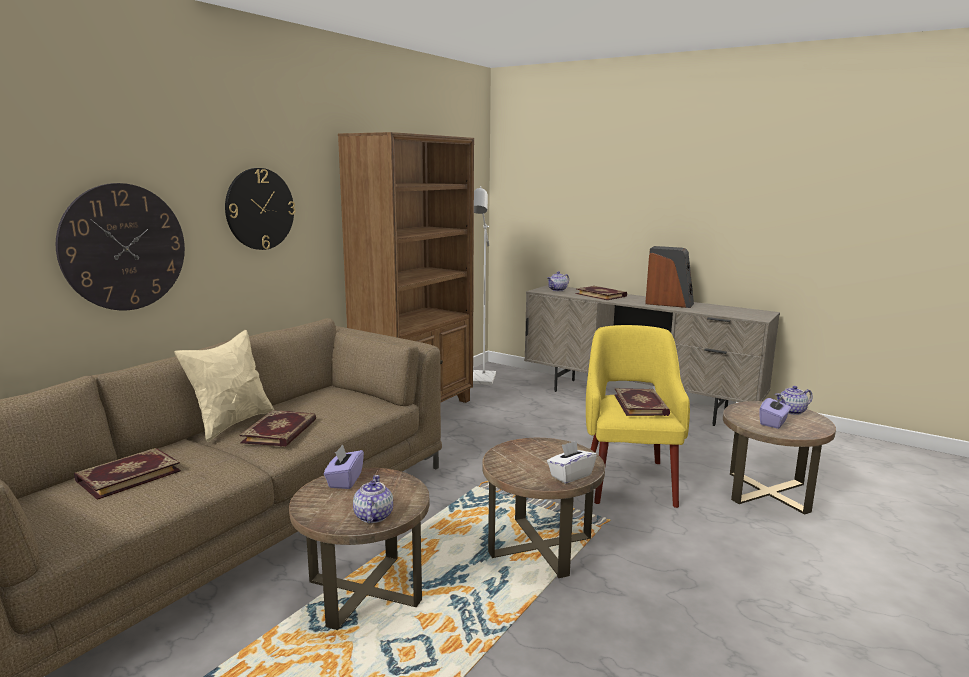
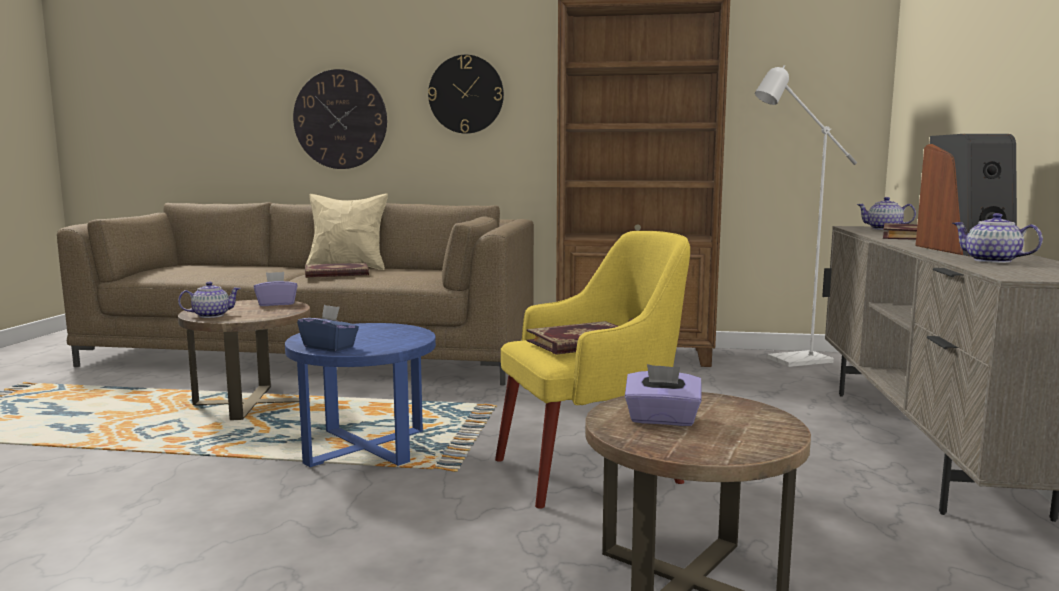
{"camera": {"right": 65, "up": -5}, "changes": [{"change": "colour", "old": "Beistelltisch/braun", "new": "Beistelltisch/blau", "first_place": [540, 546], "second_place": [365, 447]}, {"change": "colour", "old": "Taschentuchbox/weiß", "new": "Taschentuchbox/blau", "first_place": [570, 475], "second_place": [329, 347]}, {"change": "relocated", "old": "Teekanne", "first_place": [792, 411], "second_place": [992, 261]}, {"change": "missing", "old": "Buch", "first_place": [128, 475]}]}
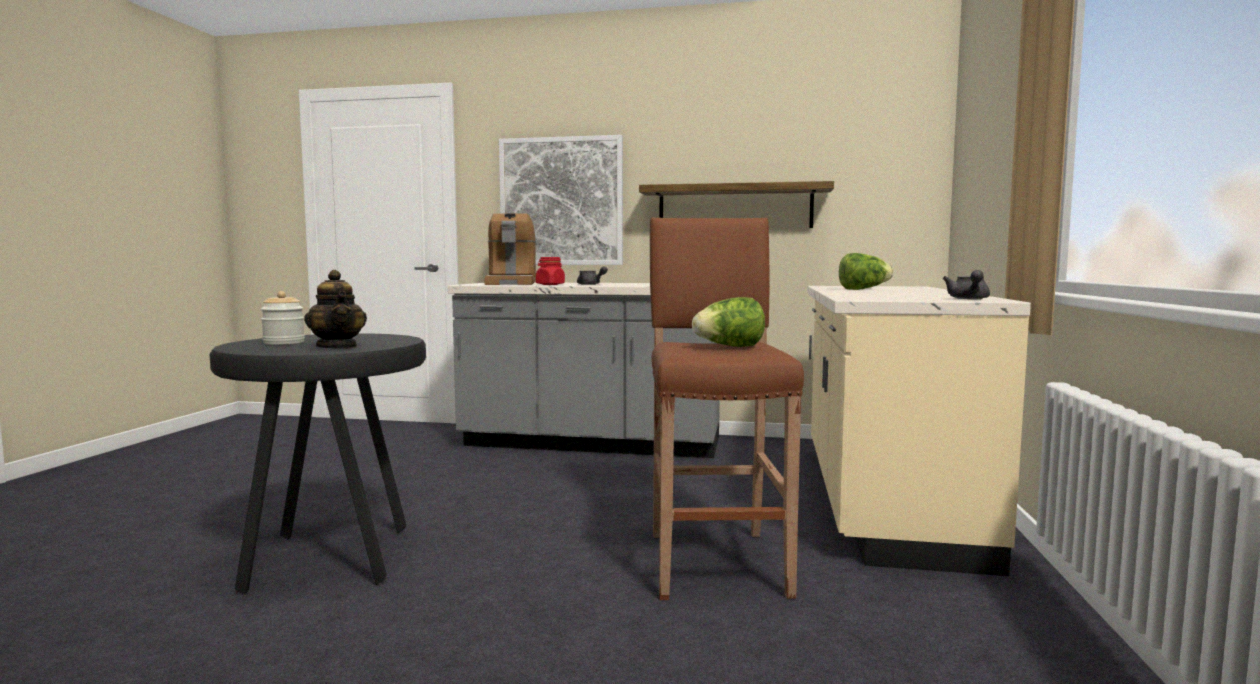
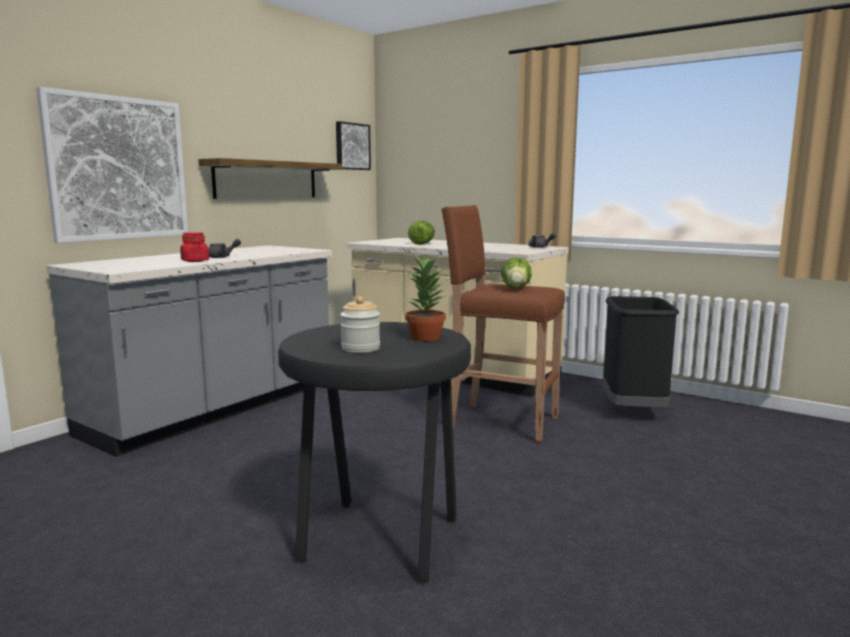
{"camera": {"right": -65, "up": 5}, "changes": [{"change": "appeared", "new": "Bild", "second_place": [351, 146]}, {"change": "exchanged", "old": "Teekanne", "new": "Topfpflanze", "first_place": [338, 347], "second_place": [425, 337]}, {"change": "appeared", "new": "Mülleimer/schwarz", "second_place": [633, 410]}, {"change": "missing", "old": "Kaffeemaschine", "first_place": [512, 283]}]}
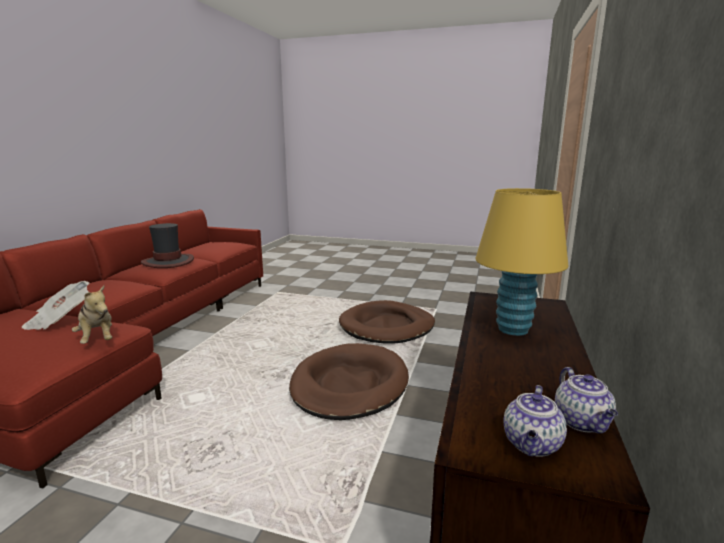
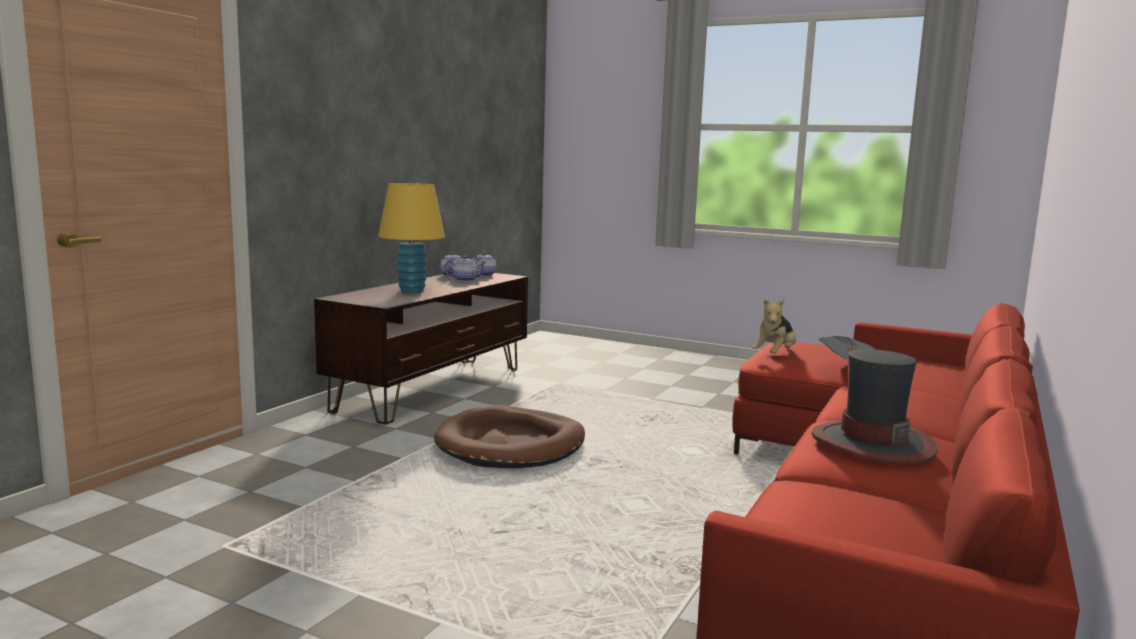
{"camera": {"right": -170, "up": -5}, "changes": [{"change": "appeared", "new": "Teekanne", "second_place": [465, 280]}, {"change": "spun", "old": "Plüschtier", "first_place": [98, 339], "second_place": [775, 355], "degrees": -120}, {"change": "missing", "old": "Hundebett/braun", "first_place": [387, 326]}]}
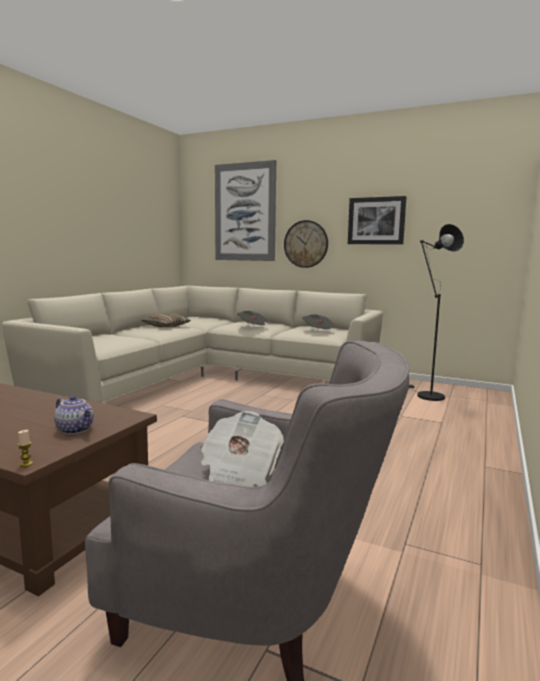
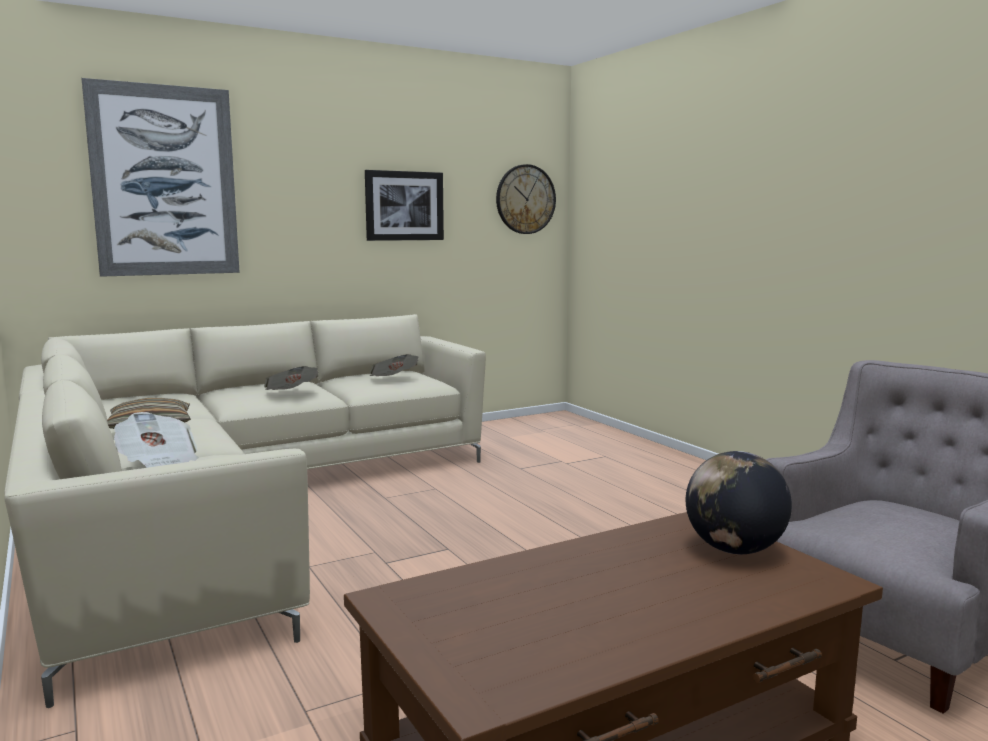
{"camera": {"right": -55, "up": 0}, "changes": [{"change": "relocated", "old": "Zeitung", "first_place": [239, 473], "second_place": [158, 463]}, {"change": "relocated", "old": "Wanduhr", "first_place": [306, 244], "second_place": [525, 199]}, {"change": "exchanged", "old": "Teekanne", "new": "Globus", "first_place": [76, 429], "second_place": [734, 550]}, {"change": "missing", "old": "Kerze", "first_place": [26, 464]}, {"change": "missing", "old": "Stehlampe/schwarz", "first_place": [426, 395]}]}
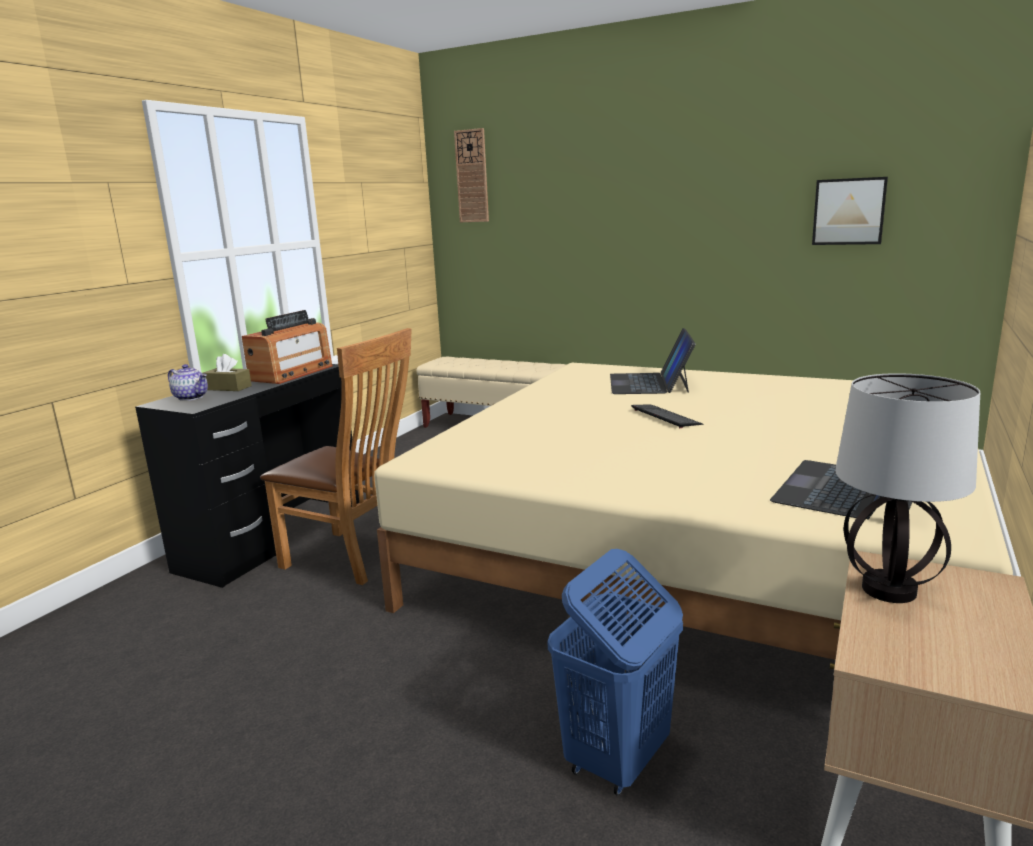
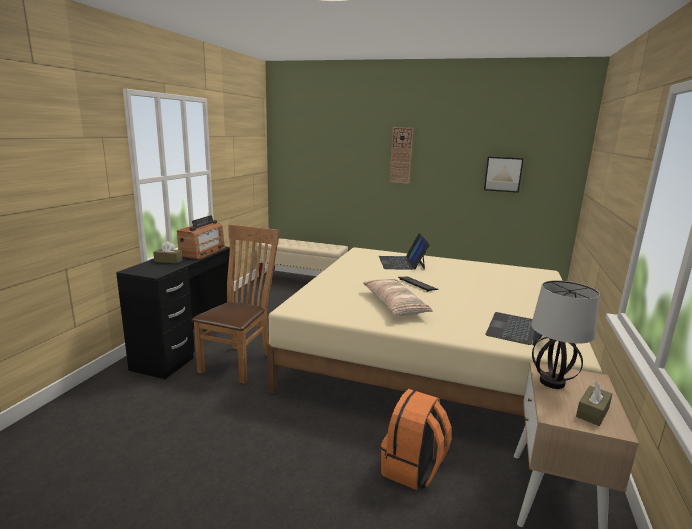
{"camera": {"right": -10, "up": 0}, "changes": [{"change": "spun", "old": "Stuhl/braun", "first_place": [353, 559], "second_place": [240, 361], "degrees": -90}, {"change": "appeared", "new": "Kissen", "second_place": [394, 305]}, {"change": "exchanged", "old": "Wäschekorb/blau", "new": "Rucksack/orange", "first_place": [616, 759], "second_place": [413, 469]}, {"change": "relocated", "old": "Wanduhr", "first_place": [472, 176], "second_place": [401, 155]}, {"change": "appeared", "new": "Taschentuchbox/braun", "second_place": [592, 412]}, {"change": "missing", "old": "Teekanne", "first_place": [192, 397]}]}
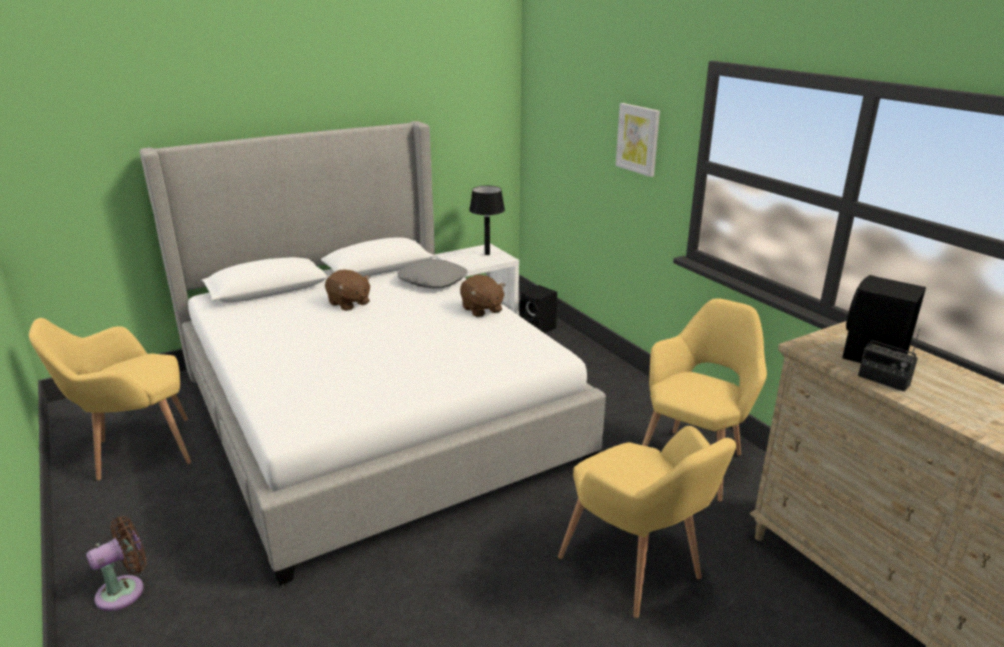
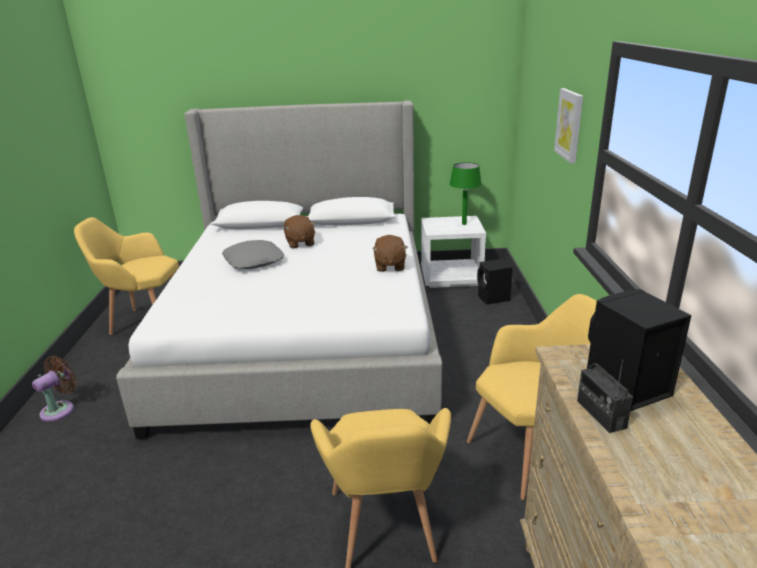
{"camera": {"right": 30, "up": 0}, "changes": [{"change": "spun", "old": "Ventilator/braun", "first_place": [125, 591], "second_place": [60, 409], "degrees": -45}, {"change": "relocated", "old": "Kissen/grau", "first_place": [433, 280], "second_place": [254, 261]}, {"change": "colour", "old": "Tischlampe/schwarz", "new": "Tischlampe/grün", "first_place": [487, 254], "second_place": [464, 224]}]}
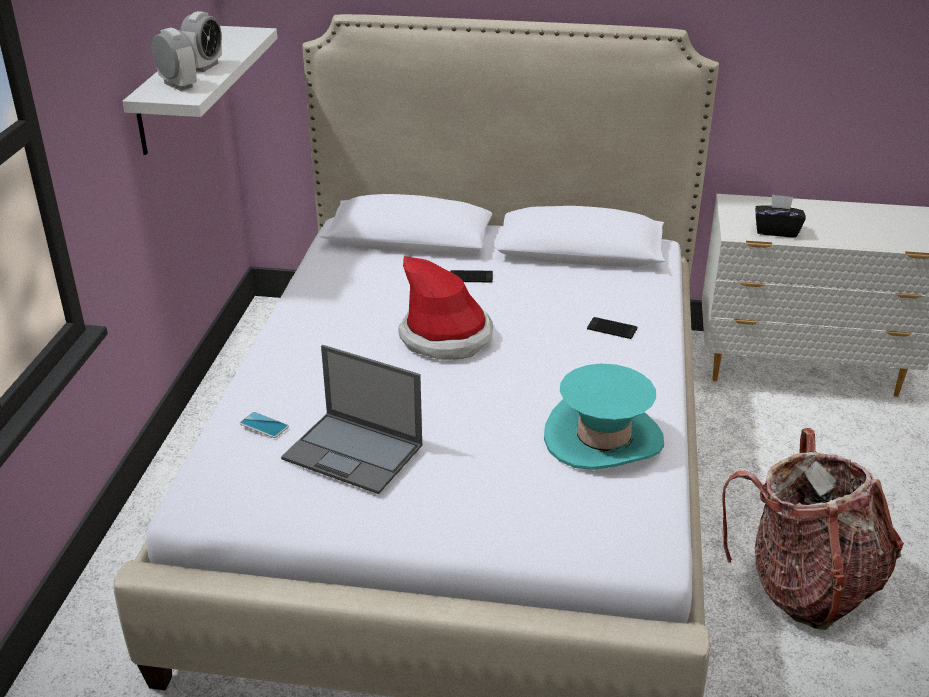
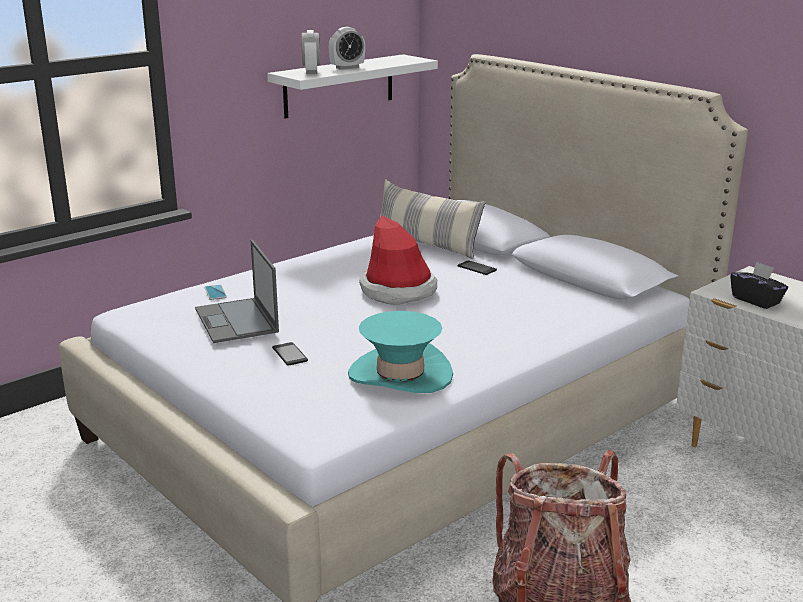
{"camera": {"right": 40, "up": -10}, "changes": [{"change": "relocated", "old": "Handy", "first_place": [612, 329], "second_place": [289, 354]}, {"change": "appeared", "new": "Kissen", "second_place": [426, 244]}]}
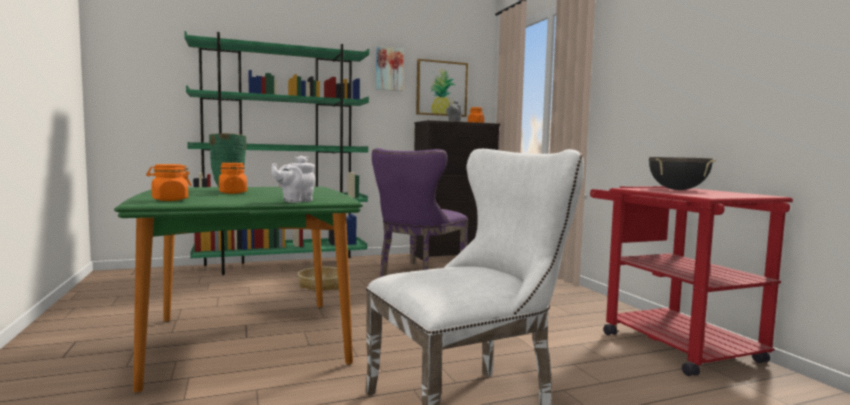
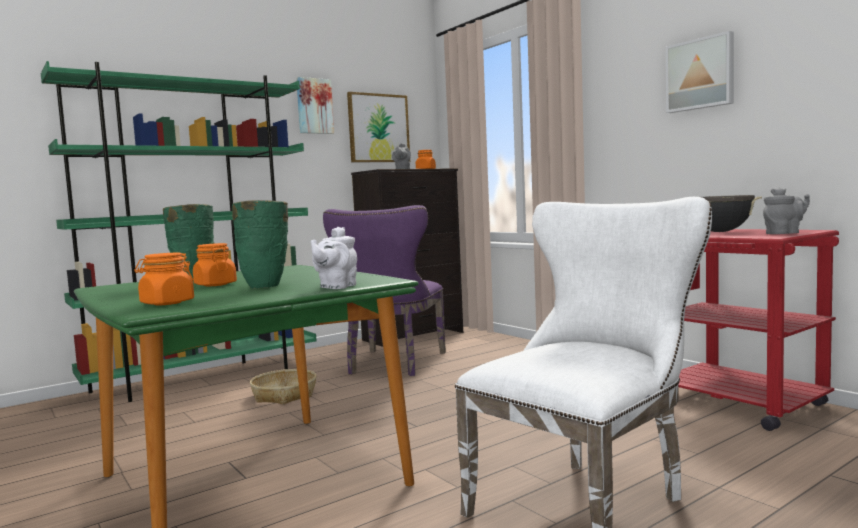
{"camera": {"right": -15, "up": 0}, "changes": [{"change": "appeared", "new": "Vase/grün", "second_place": [266, 287]}, {"change": "appeared", "new": "Bild", "second_place": [700, 74]}, {"change": "appeared", "new": "Teekanne/grau", "second_place": [784, 233]}]}
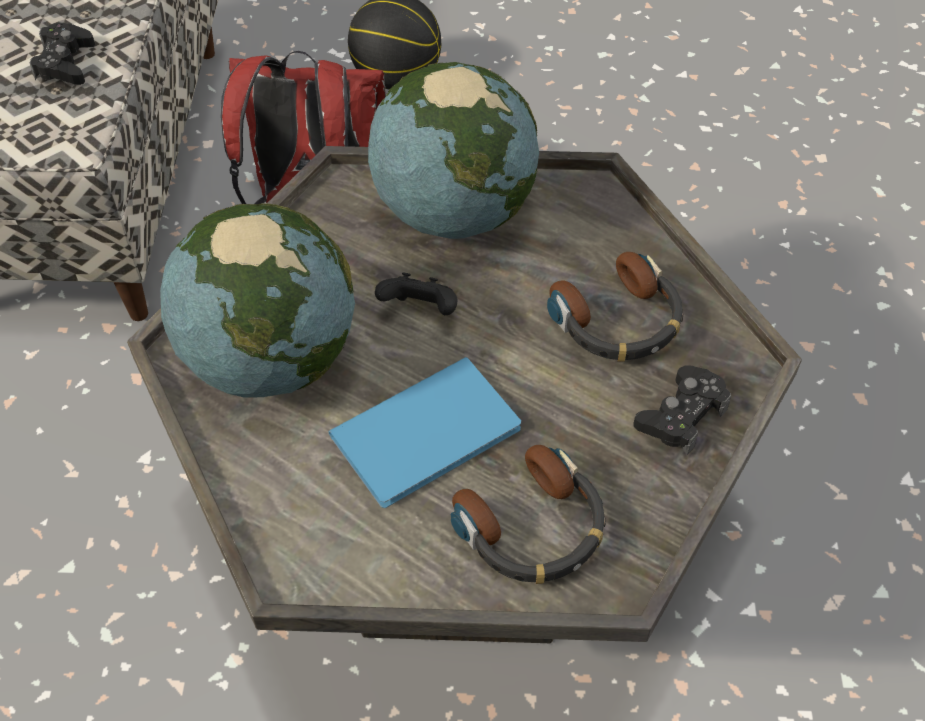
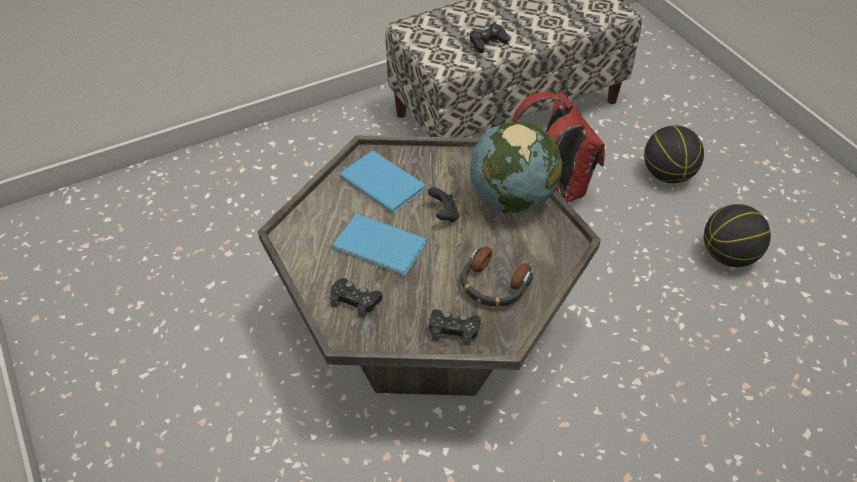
{"camera": {"right": 60, "up": -5}, "changes": [{"change": "exchanged", "old": "Kopfhörer", "new": "Gamepad/schwarz", "first_place": [533, 528], "second_place": [355, 301]}, {"change": "exchanged", "old": "Globus", "new": "Buch/blau", "first_place": [270, 359], "second_place": [382, 181]}, {"change": "appeared", "new": "Basketball", "second_place": [729, 256]}]}
